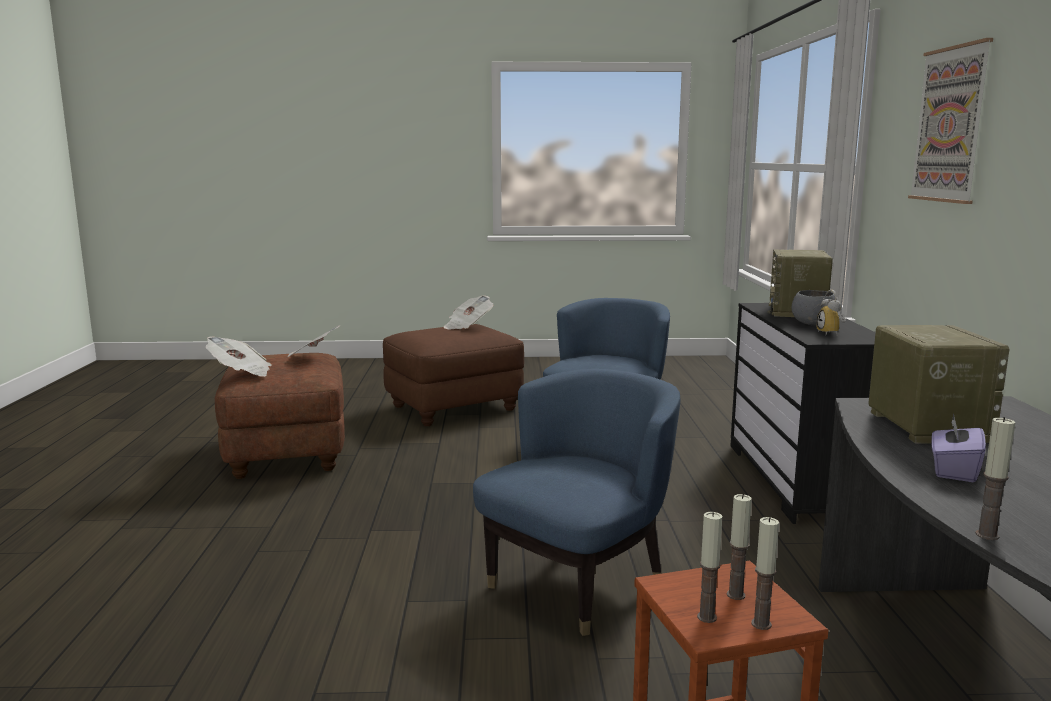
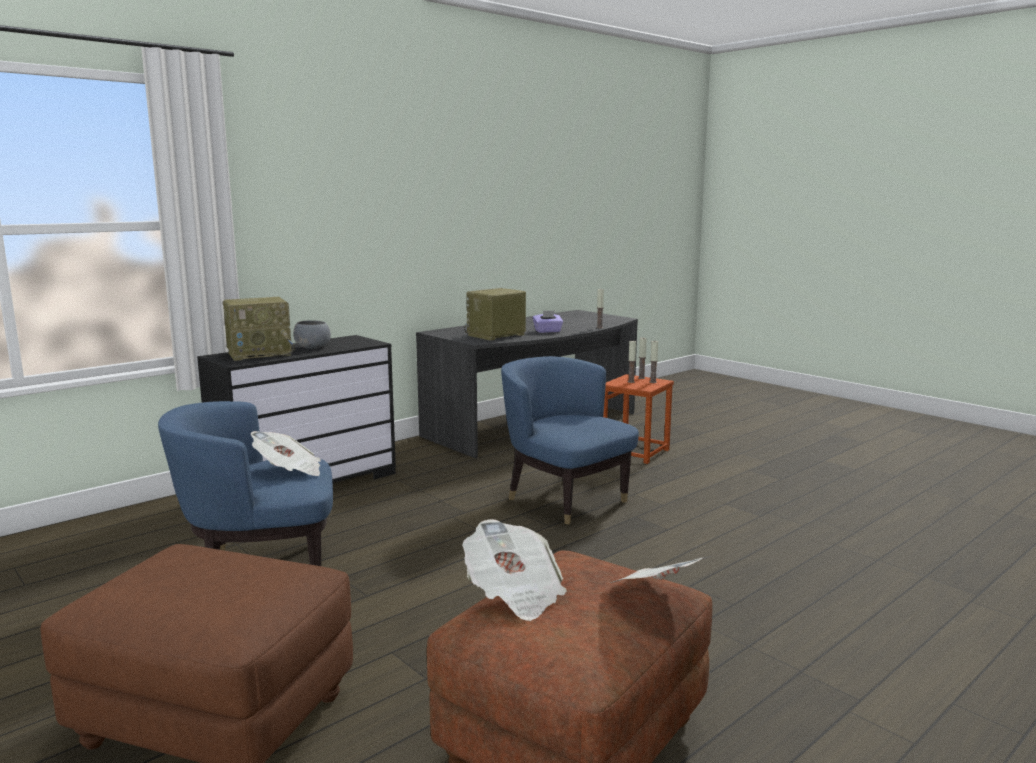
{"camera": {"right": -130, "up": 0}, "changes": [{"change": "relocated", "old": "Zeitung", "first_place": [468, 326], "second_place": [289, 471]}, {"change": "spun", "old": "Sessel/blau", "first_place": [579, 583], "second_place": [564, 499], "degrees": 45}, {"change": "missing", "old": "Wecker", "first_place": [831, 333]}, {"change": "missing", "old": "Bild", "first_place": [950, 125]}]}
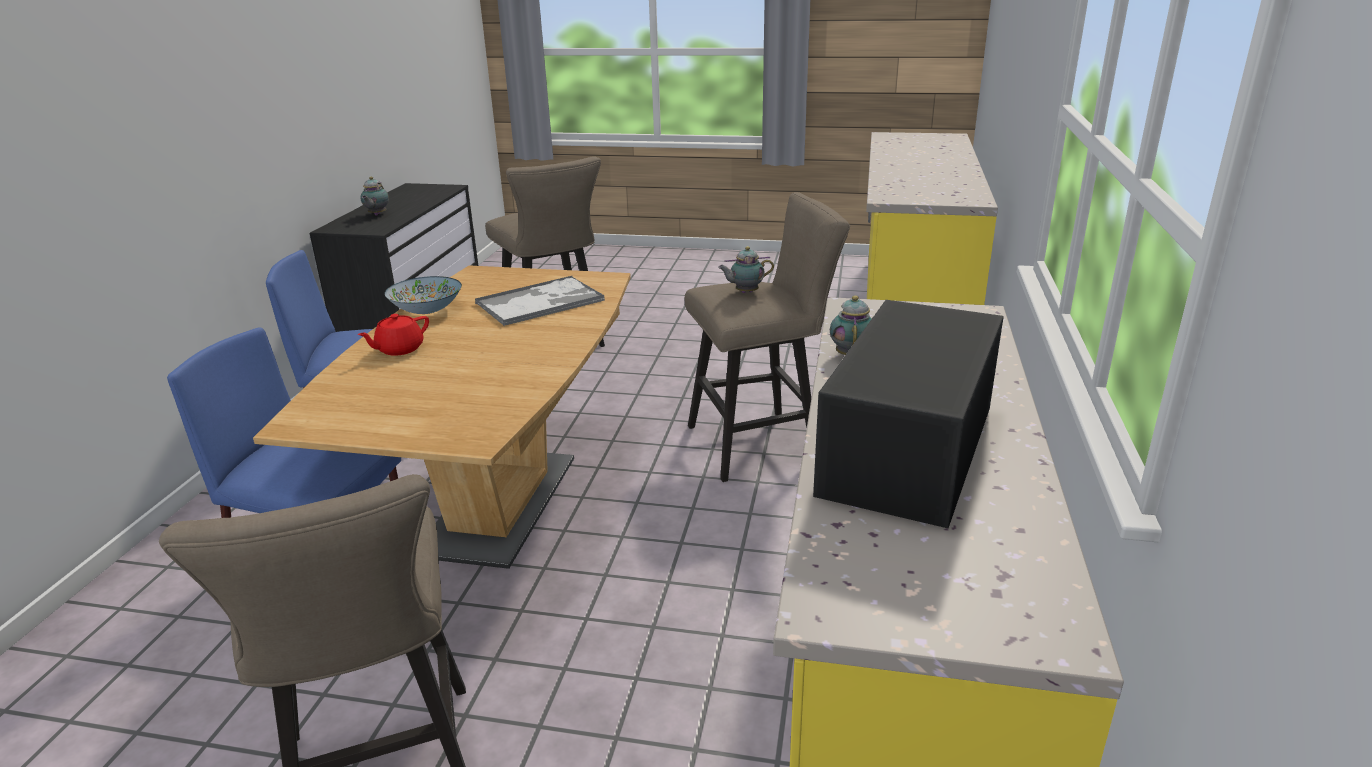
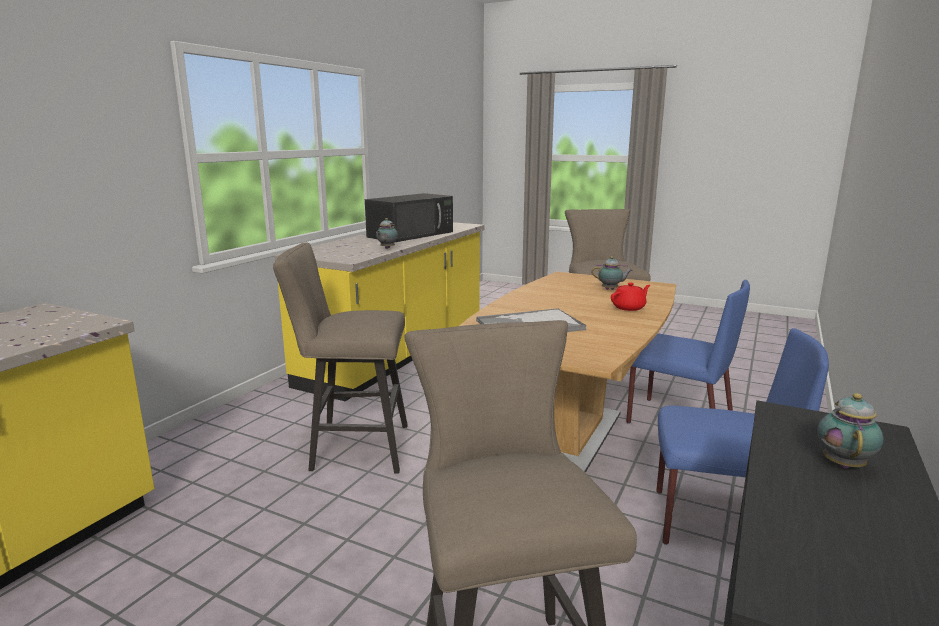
{"camera": {"right": -165, "up": -10}, "changes": [{"change": "relocated", "old": "Teekanne", "first_place": [745, 292], "second_place": [611, 289]}, {"change": "missing", "old": "Schüssel", "first_place": [427, 310]}]}
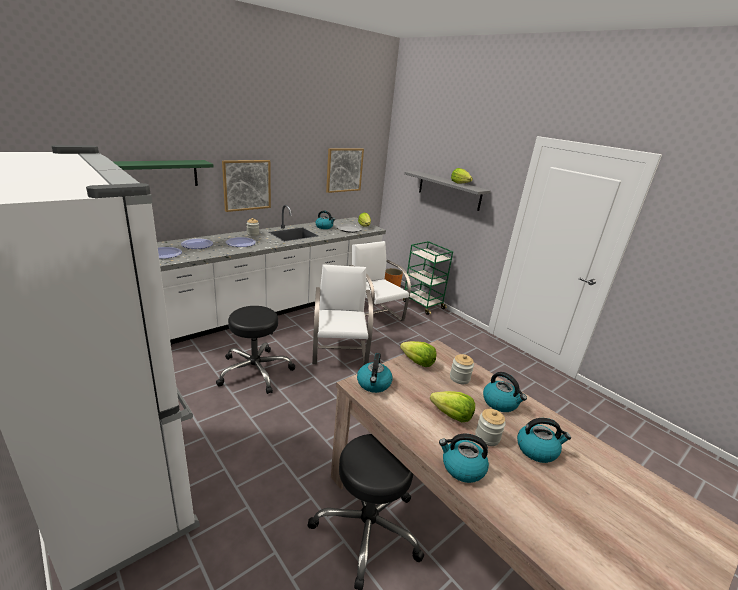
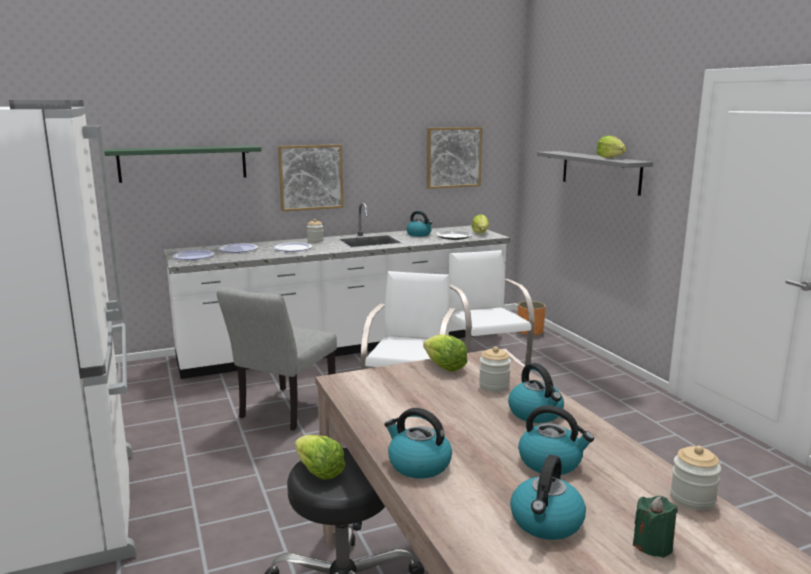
{"camera": {"right": 20, "up": -10}, "changes": [{"change": "exchanged", "old": "Hocker/schwarz", "new": "Stuhl/grau", "first_place": [255, 371], "second_place": [283, 411]}, {"change": "relocated", "old": "Salatkopf", "first_place": [451, 415], "second_place": [318, 472]}, {"change": "relocated", "old": "Wasserkessel", "first_place": [374, 384], "second_place": [546, 523]}, {"change": "appeared", "new": "Kerze/grün", "second_place": [652, 545]}, {"change": "relocated", "old": "Vorratsglas", "first_place": [487, 437], "second_place": [692, 498]}, {"change": "missing", "old": "Rollwagen/grün", "first_place": [422, 304]}]}
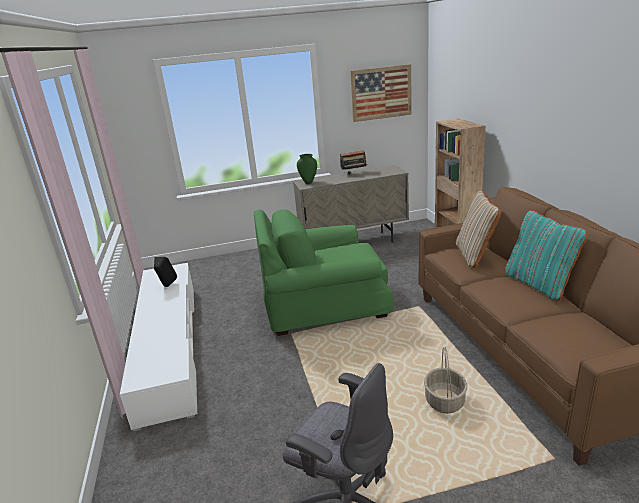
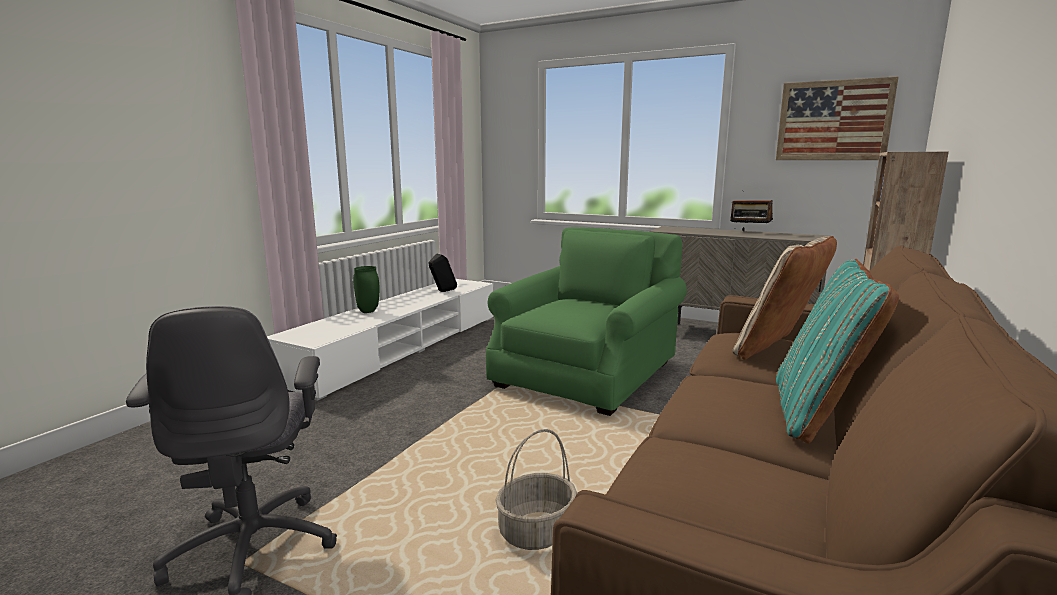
{"camera": {"right": 40, "up": -10}, "changes": [{"change": "relocated", "old": "Vase/grün", "first_place": [308, 183], "second_place": [367, 311]}, {"change": "spun", "old": "Sessel/grün", "first_place": [324, 304], "second_place": [585, 374], "degrees": 90}]}
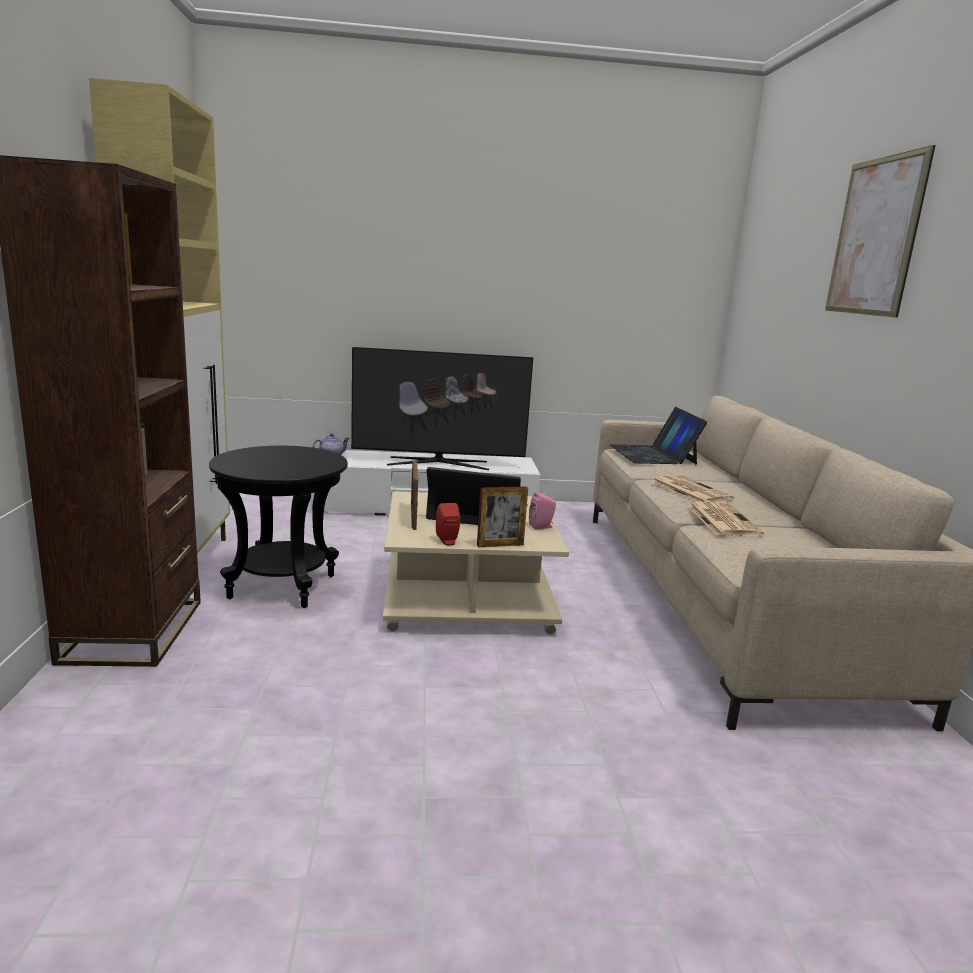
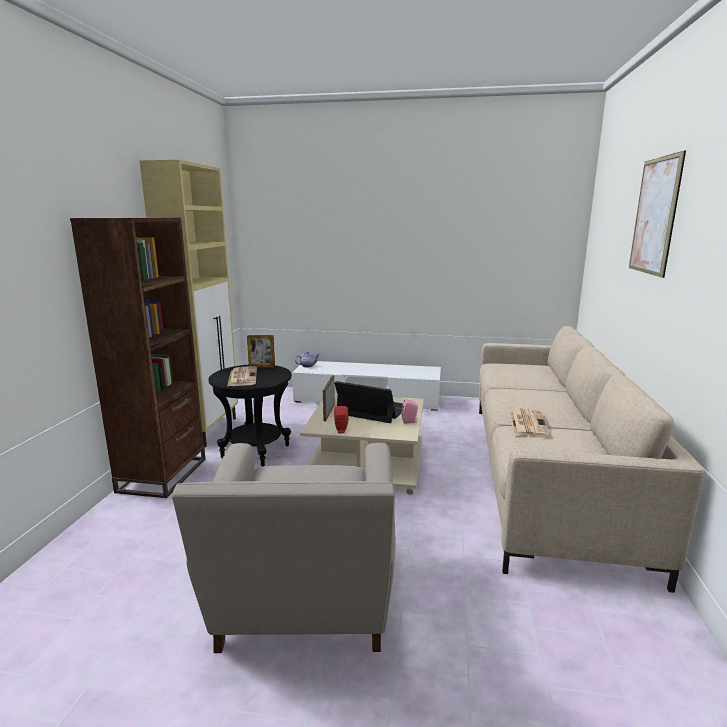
{"camera": {"right": 15, "up": 0}, "changes": [{"change": "appeared", "new": "Sessel/beige", "second_place": [304, 600]}, {"change": "relocated", "old": "Zeitung", "first_place": [689, 490], "second_place": [242, 377]}, {"change": "relocated", "old": "Bilderrahmen", "first_place": [500, 545], "second_place": [262, 367]}, {"change": "missing", "old": "Fernseher", "first_place": [438, 463]}, {"change": "missing", "old": "Laptop", "first_place": [653, 454]}]}
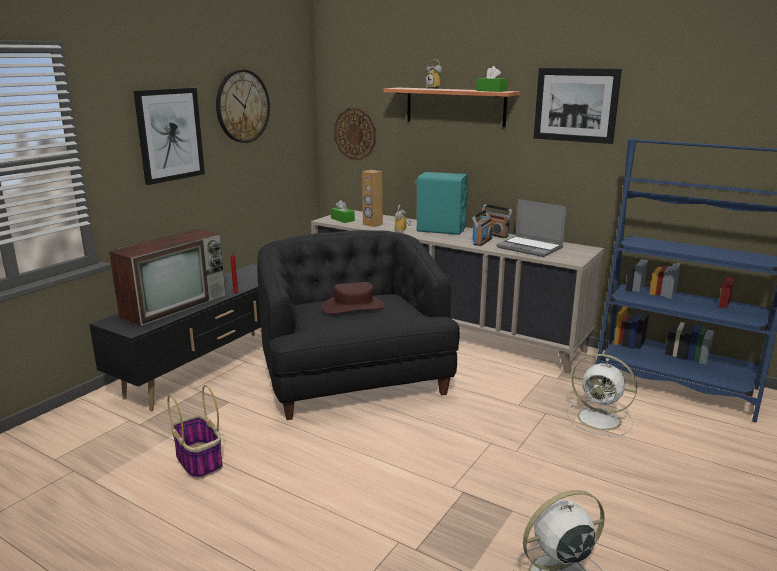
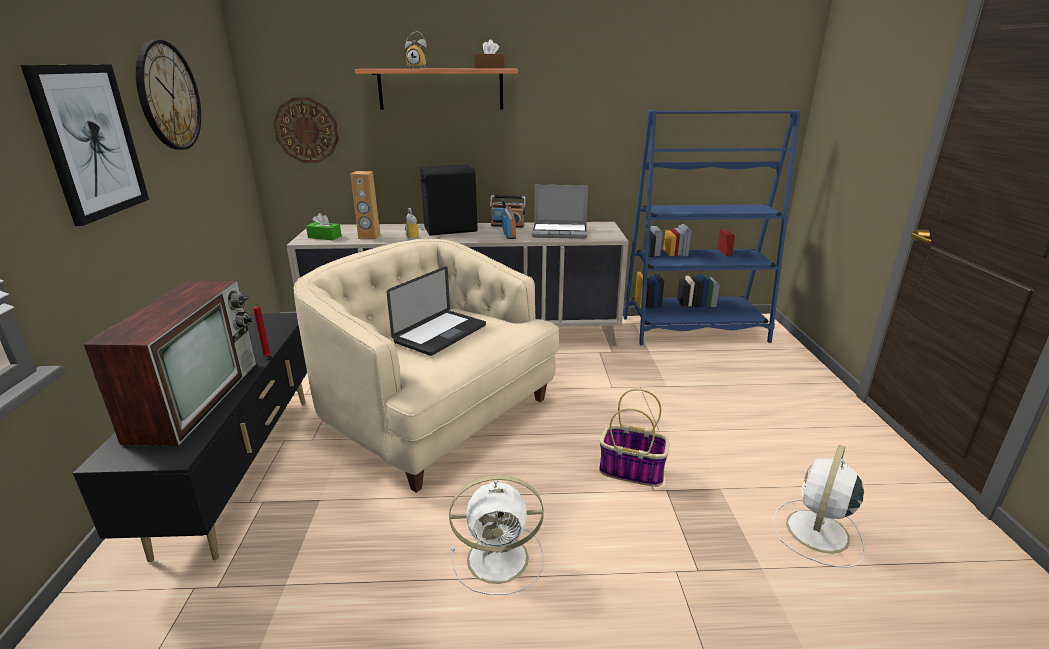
{"camera": {"right": -35, "up": 5}, "changes": [{"change": "colour", "old": "Sessel/schwarz", "new": "Sessel/beige", "first_place": [353, 379], "second_place": [436, 416]}, {"change": "exchanged", "old": "Hut/braun", "new": "Laptop", "first_place": [353, 307], "second_place": [440, 334]}, {"change": "colour", "old": "Lautsprecher/türkis", "new": "Lautsprecher/schwarz", "first_place": [441, 229], "second_place": [450, 229]}, {"change": "relocated", "old": "Ventilator/weiß", "first_place": [601, 419], "second_place": [500, 558]}, {"change": "colour", "old": "Taschentuchbox/grün", "new": "Taschentuchbox/braun", "first_place": [491, 91], "second_place": [490, 68]}, {"change": "relocated", "old": "Korb", "first_place": [199, 461], "second_place": [632, 471]}, {"change": "missing", "old": "Bild", "first_place": [575, 105]}]}
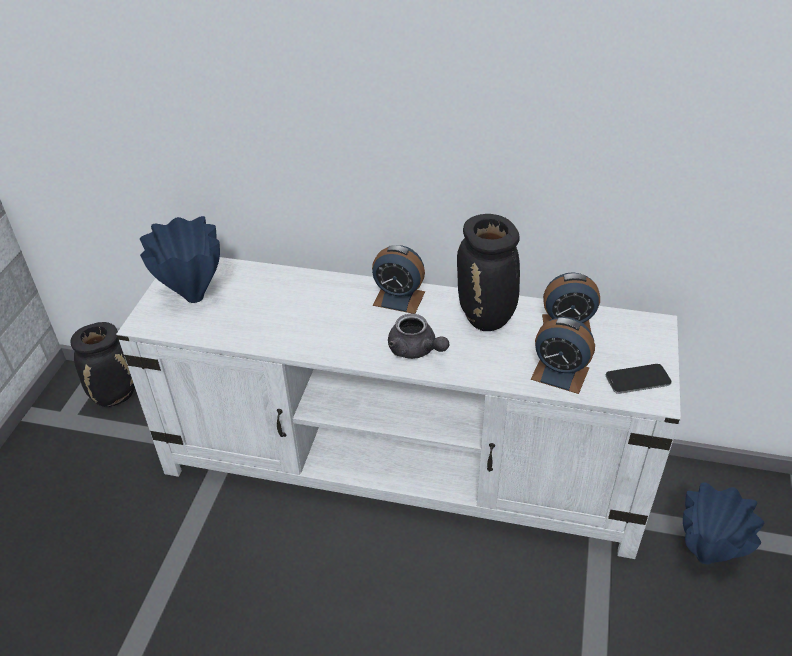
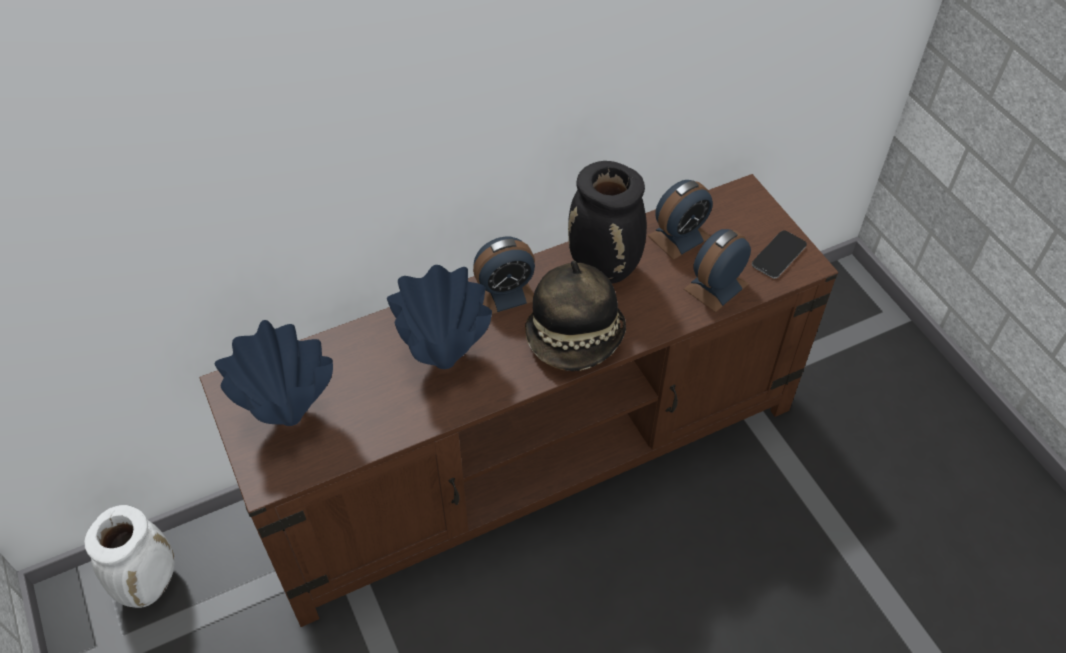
{"camera": {"right": -40, "up": 10}, "changes": [{"change": "colour", "old": "Vase/schwarz", "new": "Vase/weiß", "first_place": [116, 395], "second_place": [149, 583]}, {"change": "colour", "old": "Fernsehschrank/weiß", "new": "Fernsehschrank/braun", "first_place": [402, 467], "second_place": [533, 456]}, {"change": "relocated", "old": "Vase/blau", "first_place": [706, 556], "second_place": [445, 358]}, {"change": "exchanged", "old": "Teekanne/grau", "new": "Hut", "first_place": [416, 350], "second_place": [576, 338]}, {"change": "spun", "old": "Wecker", "first_place": [560, 373], "second_place": [716, 286], "degrees": 150}]}
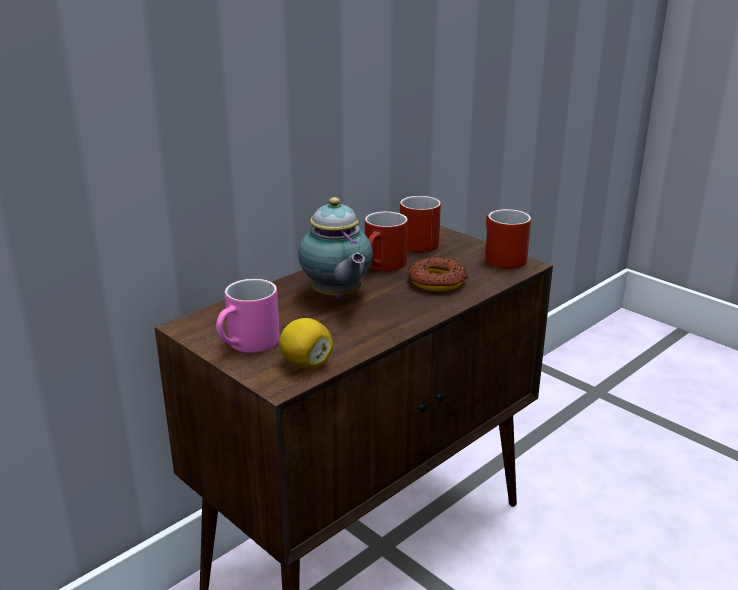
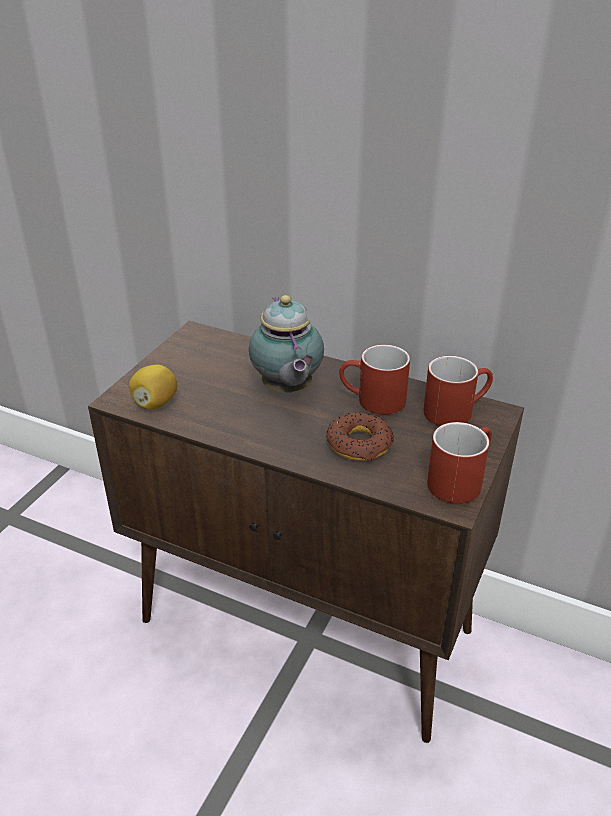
{"camera": {"right": 70, "up": 10}, "changes": [{"change": "spun", "old": "Teekanne", "first_place": [337, 296], "second_place": [287, 389], "degrees": -60}, {"change": "missing", "old": "Henkelbecher/rosa", "first_place": [248, 345]}]}
